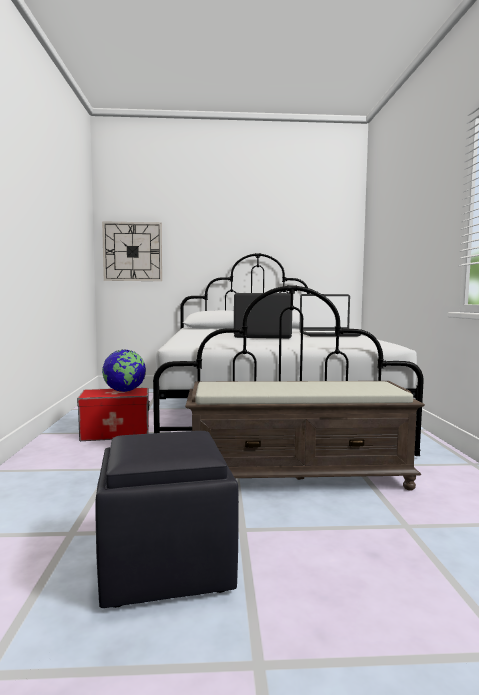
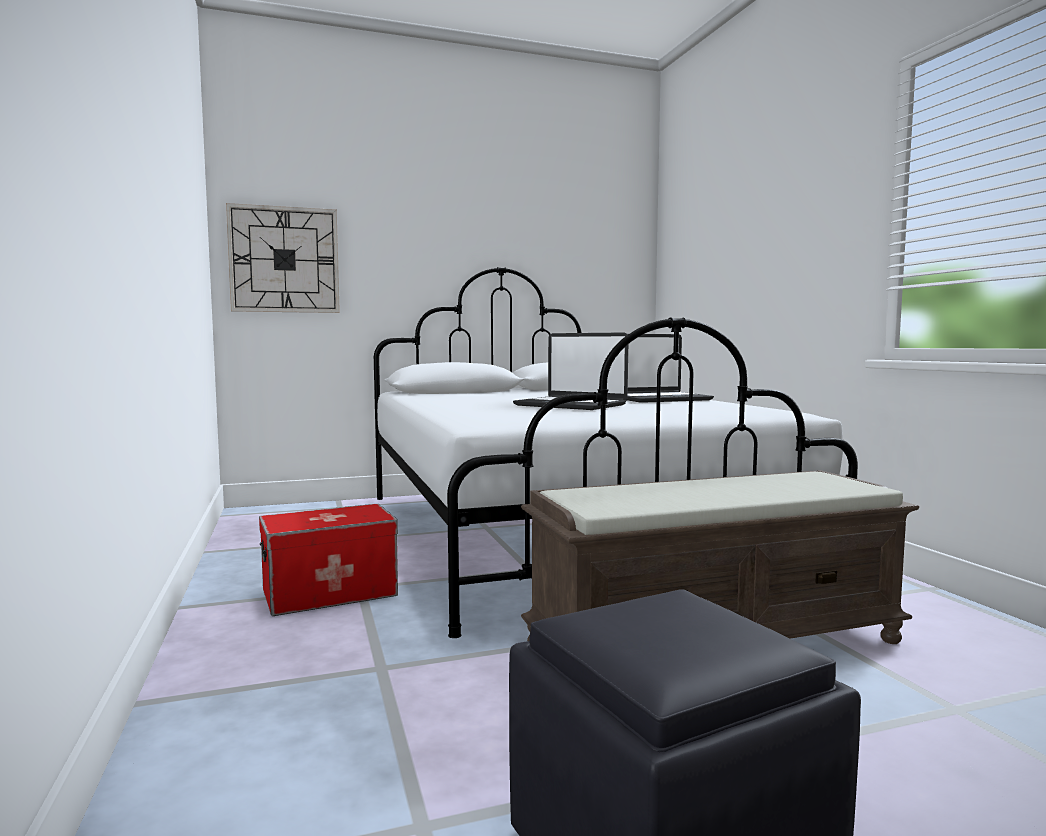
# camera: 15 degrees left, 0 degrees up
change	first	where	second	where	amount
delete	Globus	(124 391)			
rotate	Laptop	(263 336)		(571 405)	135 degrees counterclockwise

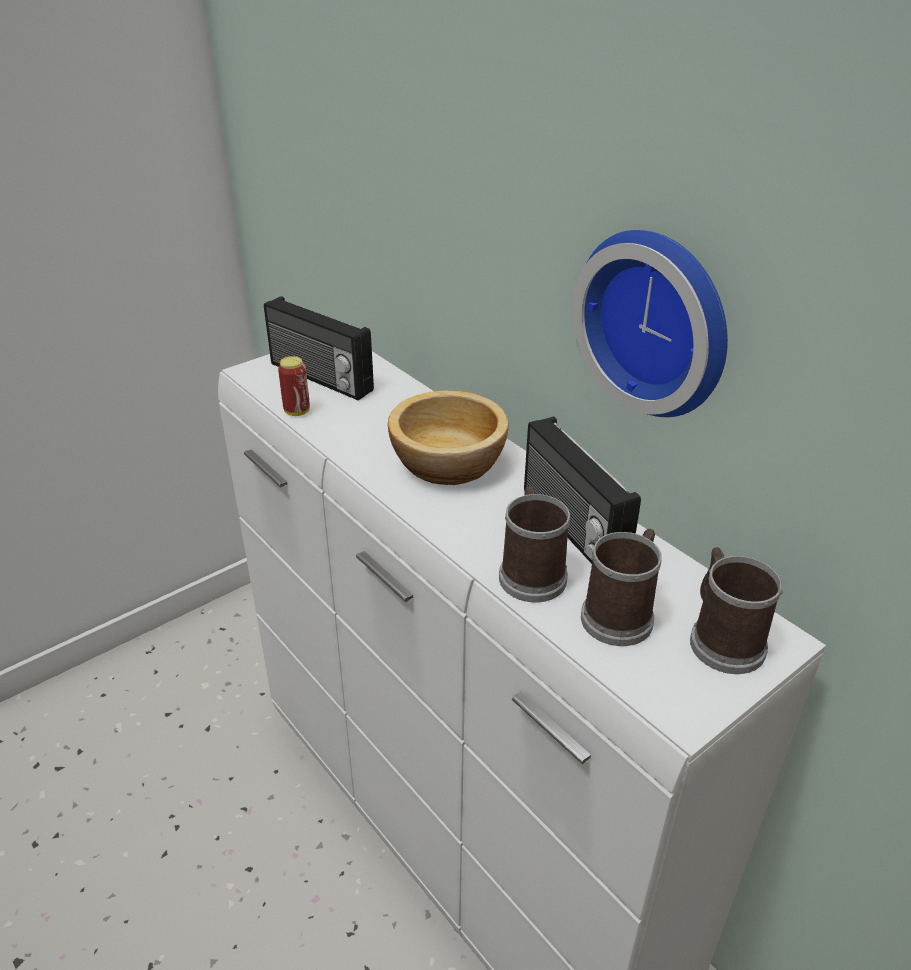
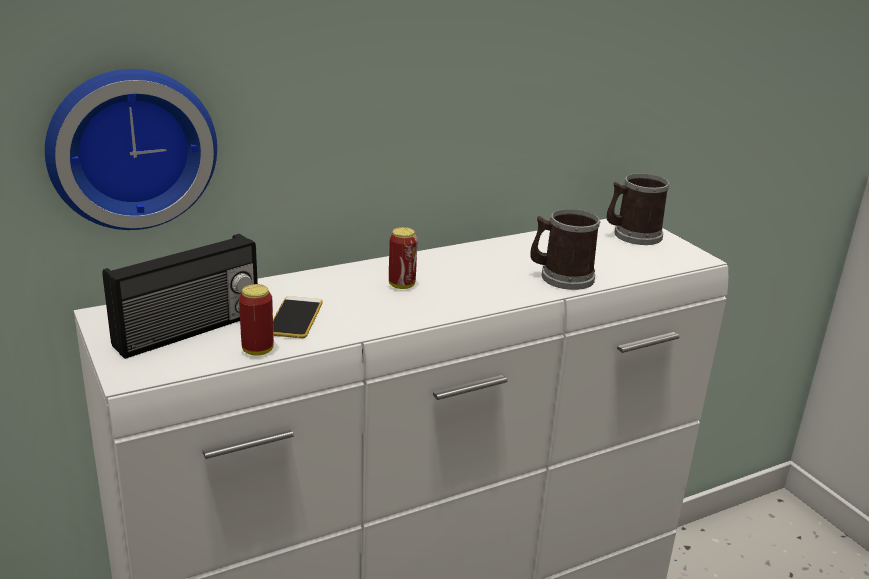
# camera: 80 degrees left, 10 degrees down
change	first	where	second	where	amount
replace	Schüssel	(450 463)	Dose	(401 285)	
delete	Radio	(571 528)			
move	Wanduhr	(658 321)		(131 147)	
delete	Henkelbecher	(621 614)			
insert			Handy	(295 318)	

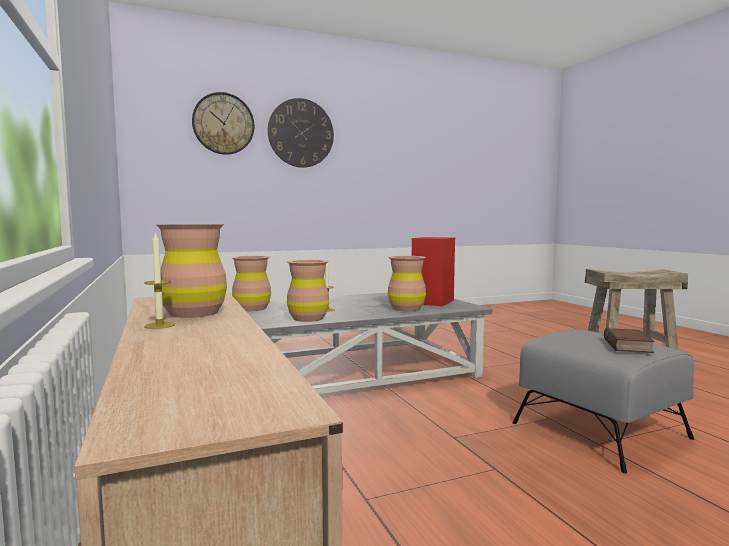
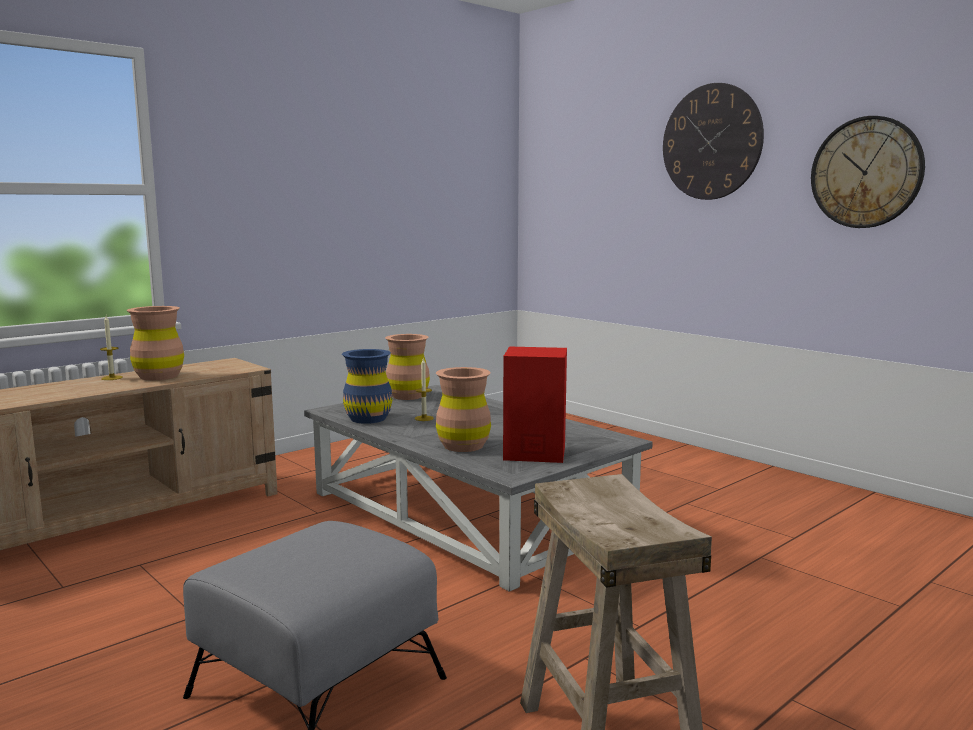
# camera: 70 degrees right, 5 degrees up
change	first	where	second	where	amount
move	Wanduhr	(223 124)		(866 172)	
recolor	Vase [braun]	(308 318)	Vase [blau]	(368 418)	
delete	Buch	(629 346)			

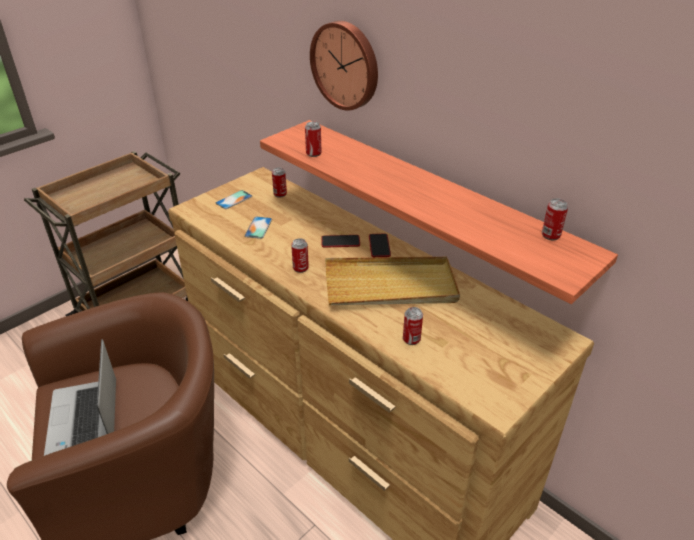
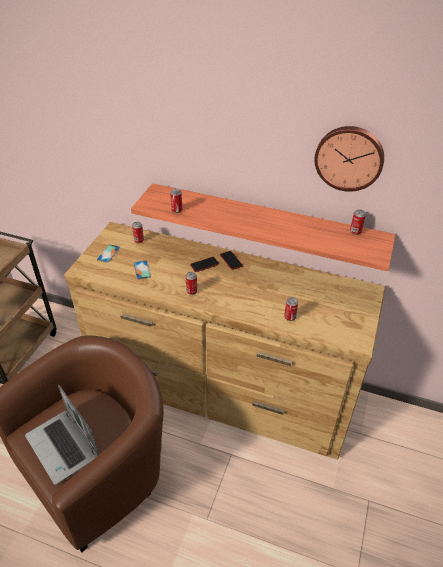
# camera: 25 degrees left, 5 degrees up
change	first	where	second	where	amount
move	Wanduhr	(346 65)		(349 157)	
delete	Tablett [beige]	(390 286)			

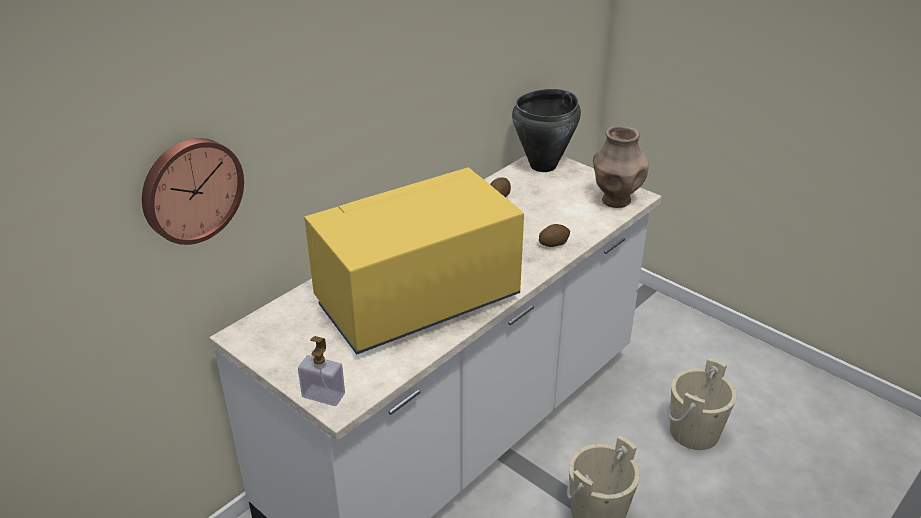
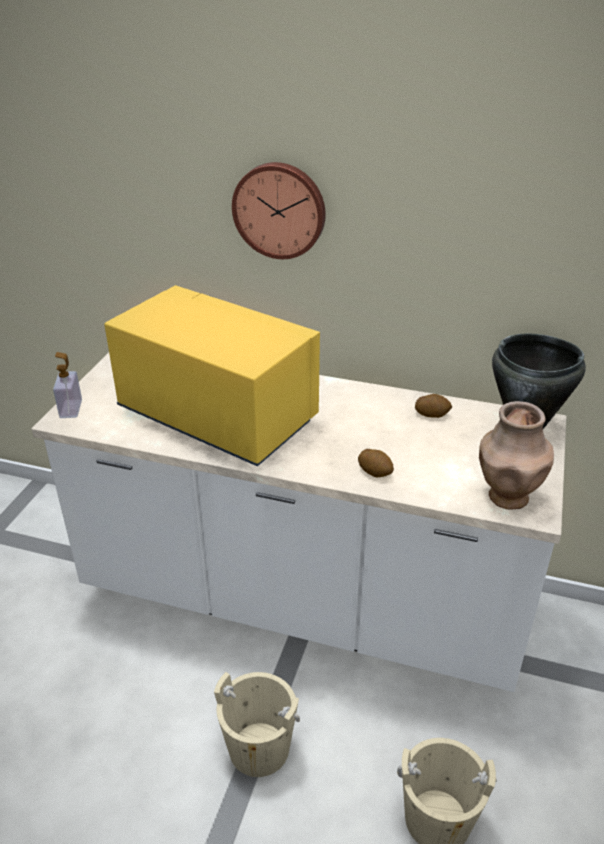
# camera: 65 degrees right, 0 degrees up
change	first	where	second	where	amount
move	Wanduhr	(190 189)		(280 210)	

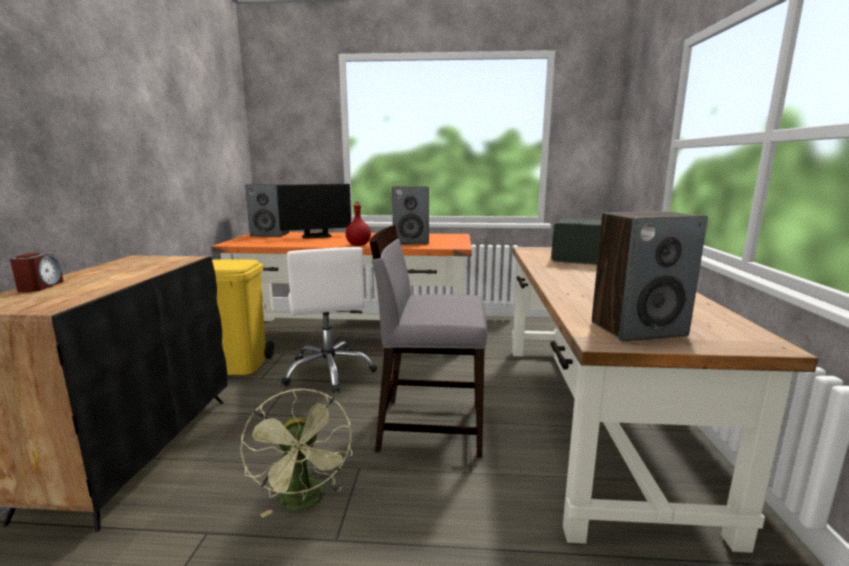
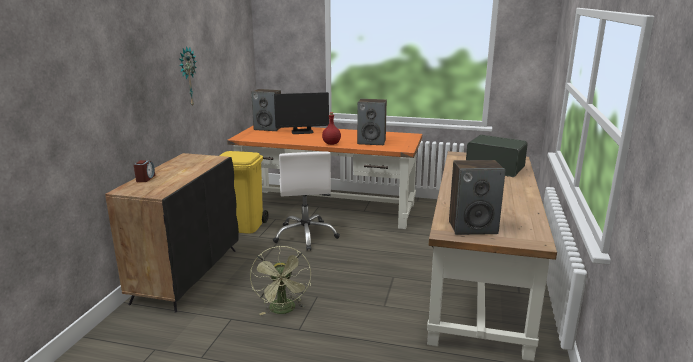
# camera: 10 degrees right, 5 degrees up
change	first	where	second	where	amount
delete	Stuhl [grau]	(430 425)			
insert			Wanduhr	(187 77)	

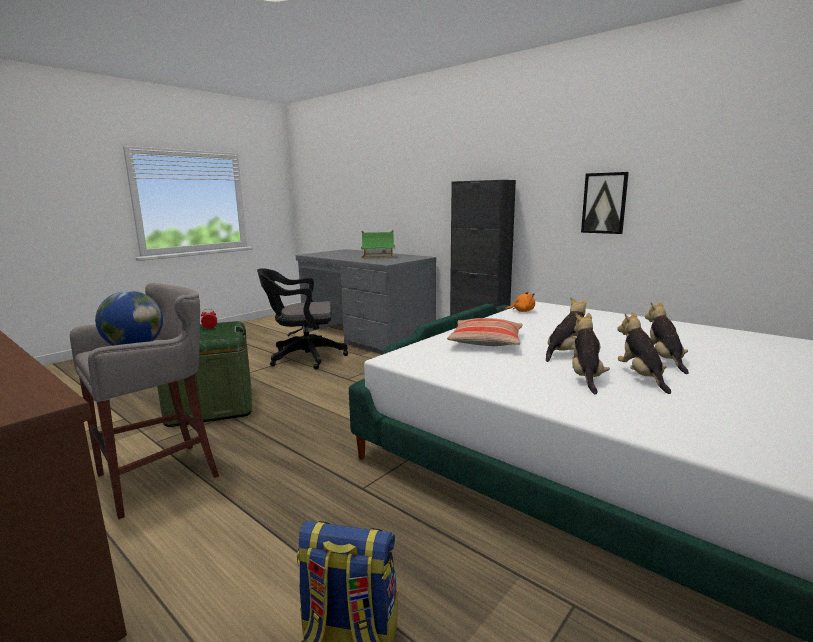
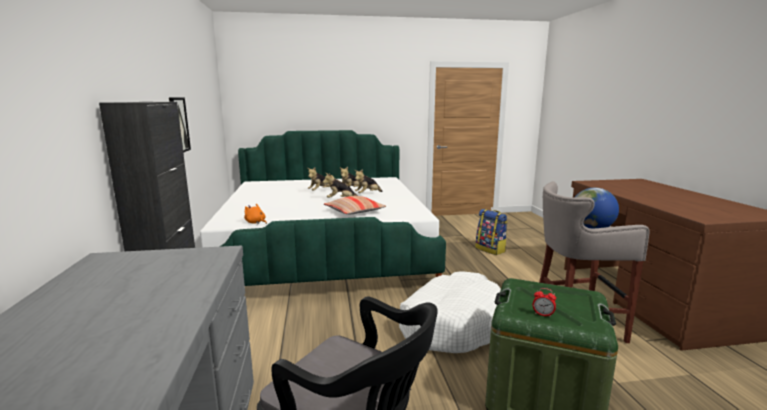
# camera: 140 degrees left, 0 degrees up
change	first	where	second	where	amount
delete	Spielzeughaus	(378 257)			
insert			Hundebett [weiß]	(451 324)	

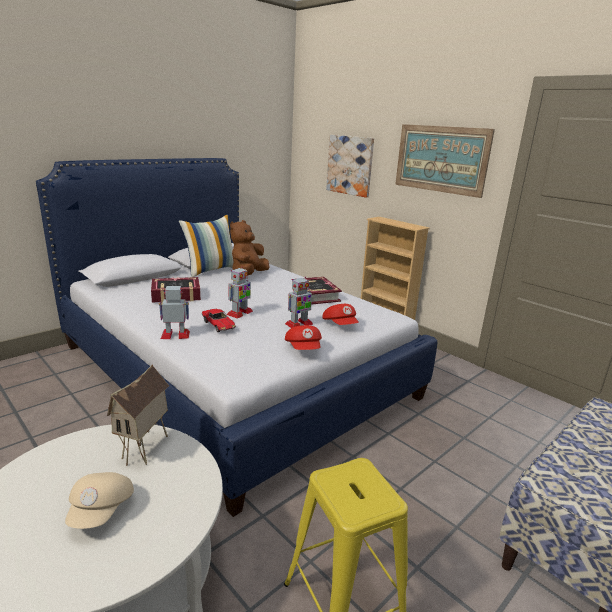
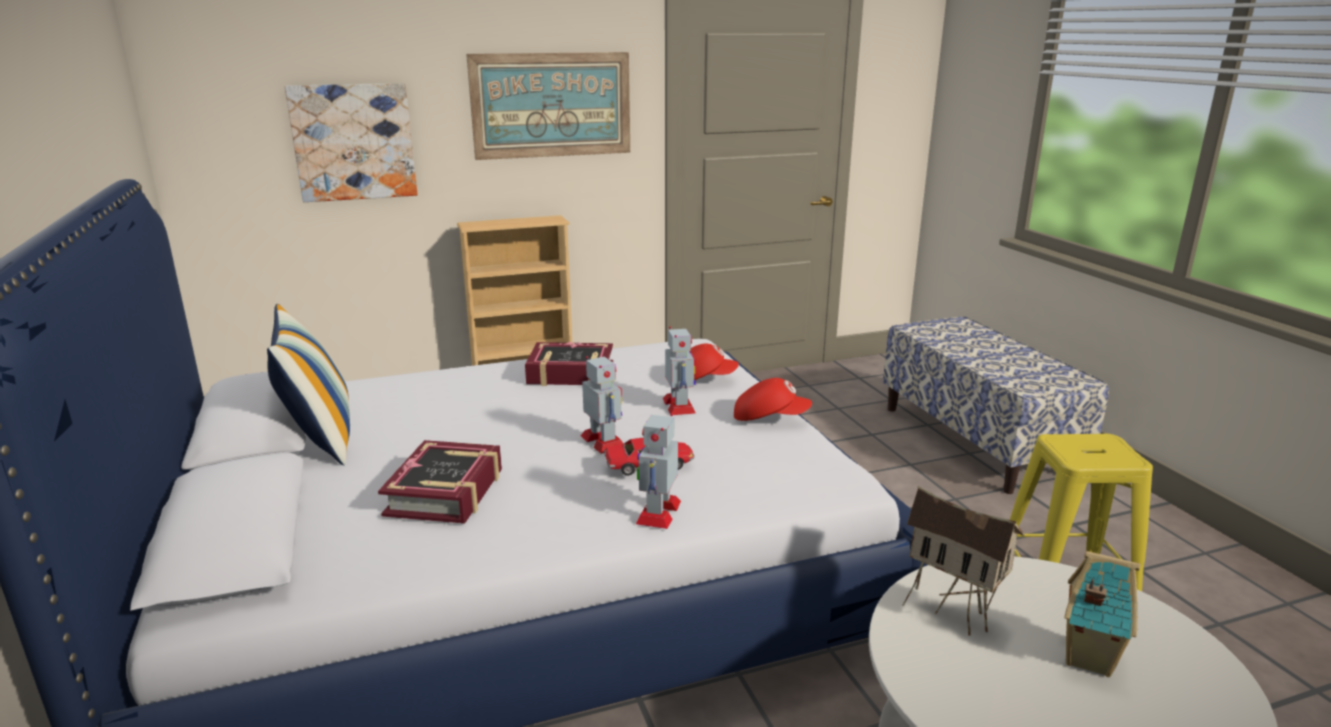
# camera: 65 degrees left, 0 degrees up
change	first	where	second	where	amount
replace	Kappe [beige]	(102 510)	Spielzeughaus	(1086 658)	
delete	Plüschtier [braun]	(248 274)			

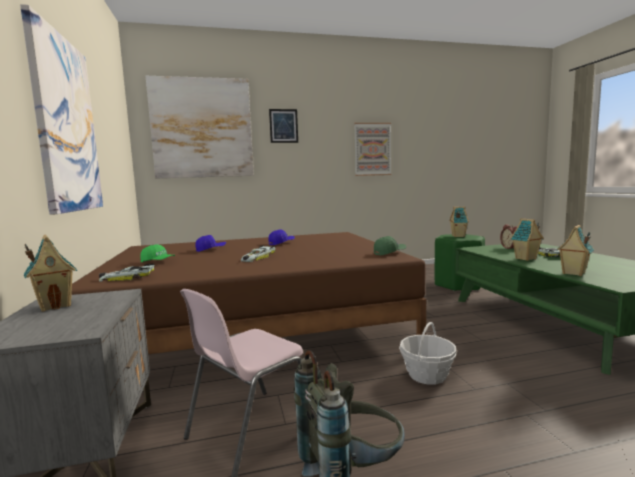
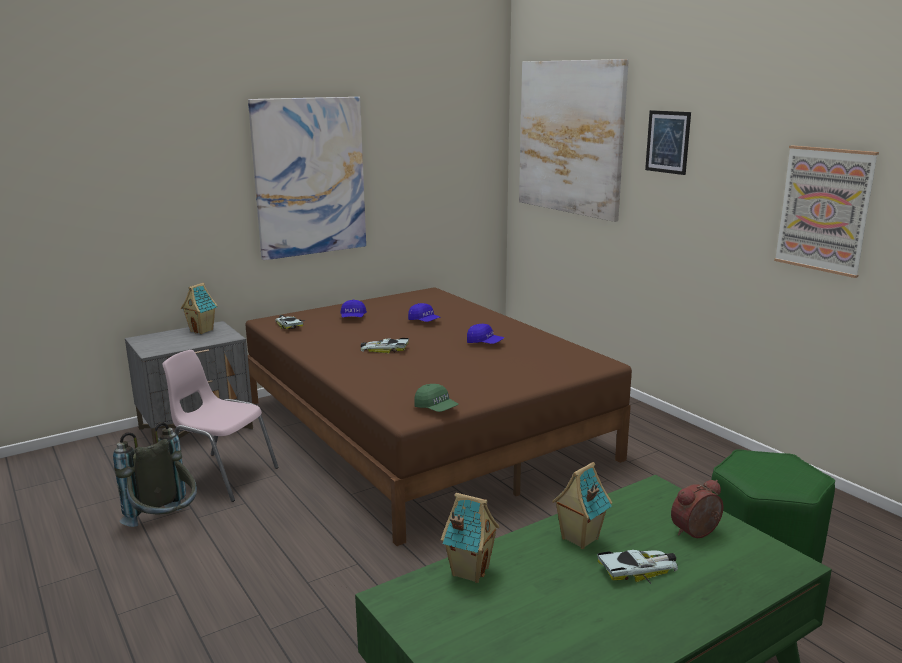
# camera: 70 degrees right, 10 degrees up
change	first	where	second	where	amount
recolor	Kappe [grün]	(158 261)	Kappe [blau]	(353 318)	
delete	Korb	(427 375)			
delete	Spielzeughaus	(458 236)			

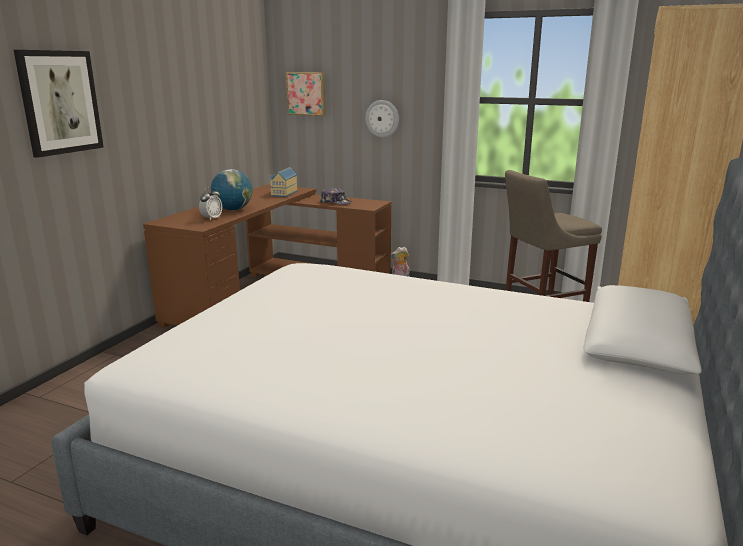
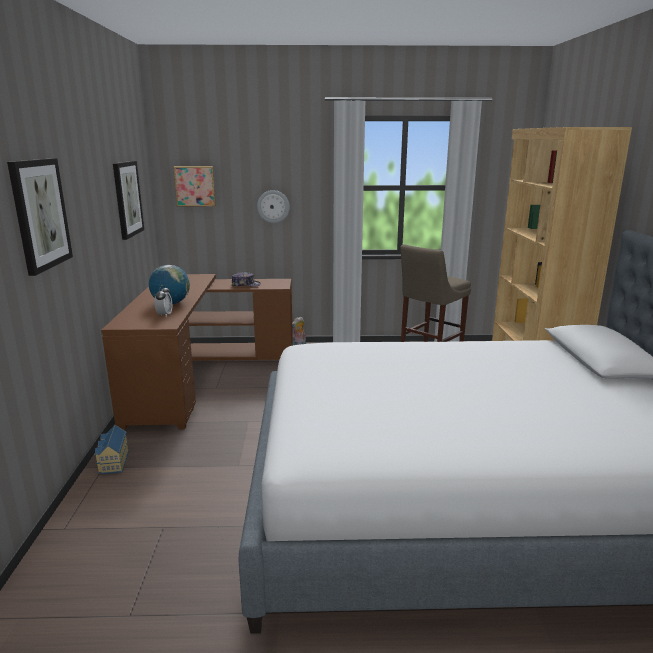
# camera: 25 degrees left, 0 degrees up
change	first	where	second	where	amount
move	Spielzeughaus	(283 193)		(112 462)	
insert			Bild	(127 199)	

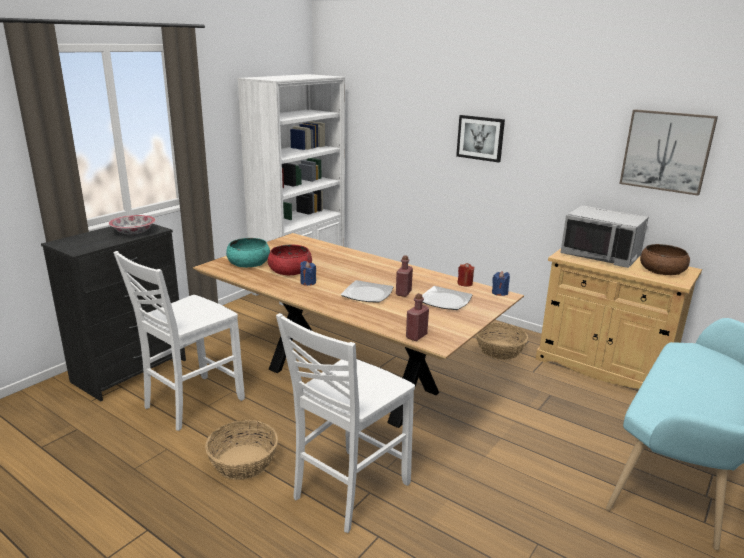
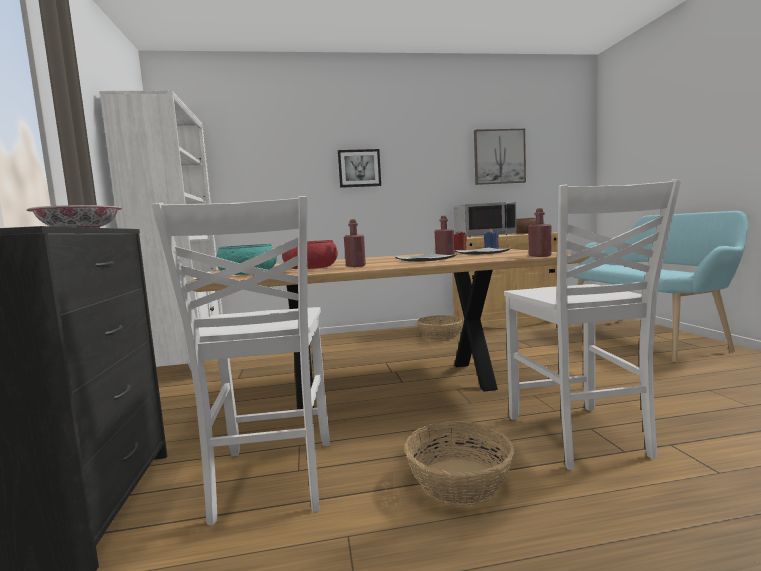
# camera: 45 degrees left, 15 degrees down
change	first	where	second	where	amount
replace	Kerze [blau]	(308 282)	Flasche [rot]	(355 266)	

